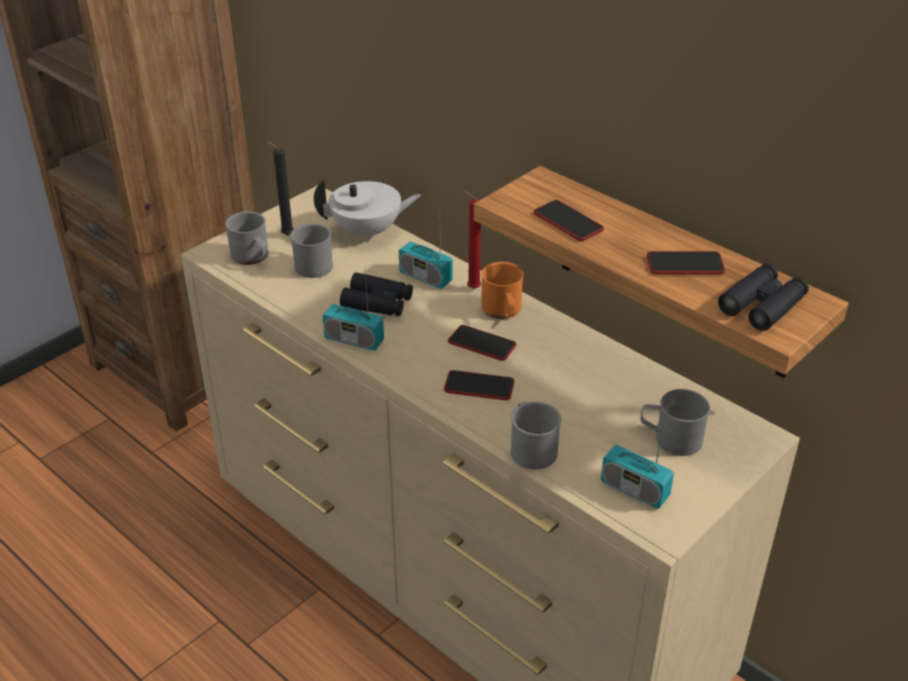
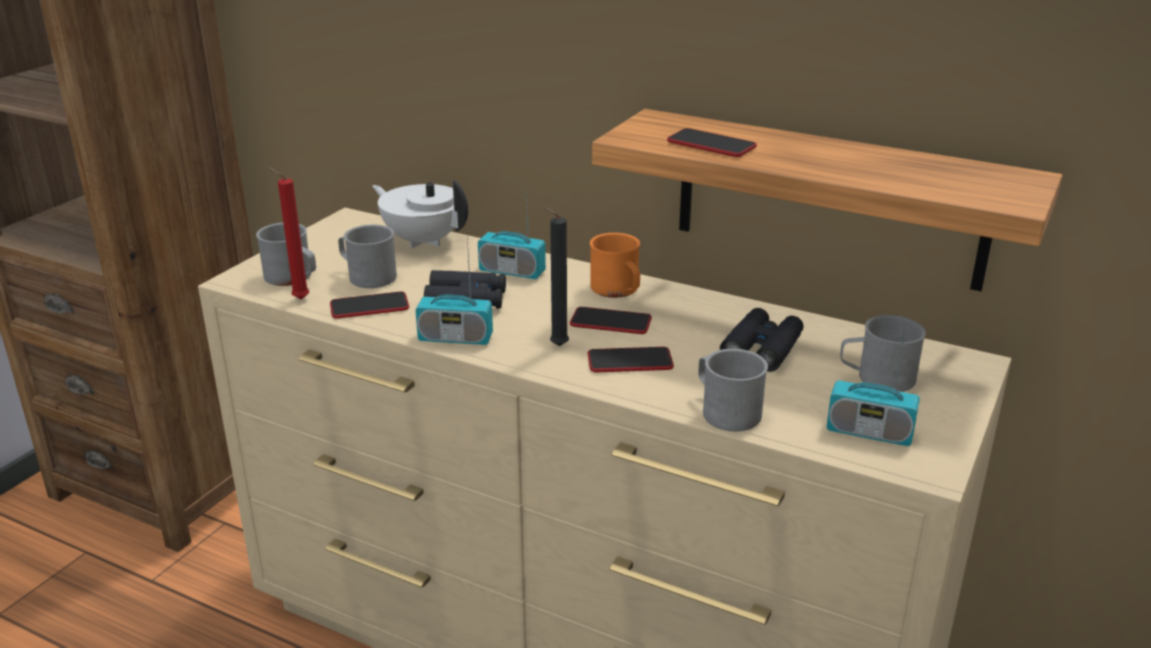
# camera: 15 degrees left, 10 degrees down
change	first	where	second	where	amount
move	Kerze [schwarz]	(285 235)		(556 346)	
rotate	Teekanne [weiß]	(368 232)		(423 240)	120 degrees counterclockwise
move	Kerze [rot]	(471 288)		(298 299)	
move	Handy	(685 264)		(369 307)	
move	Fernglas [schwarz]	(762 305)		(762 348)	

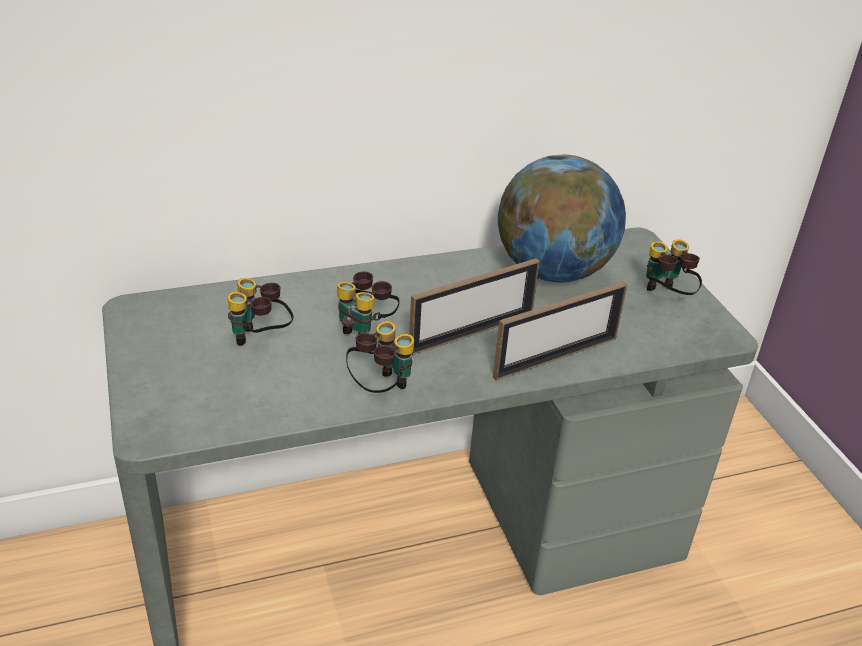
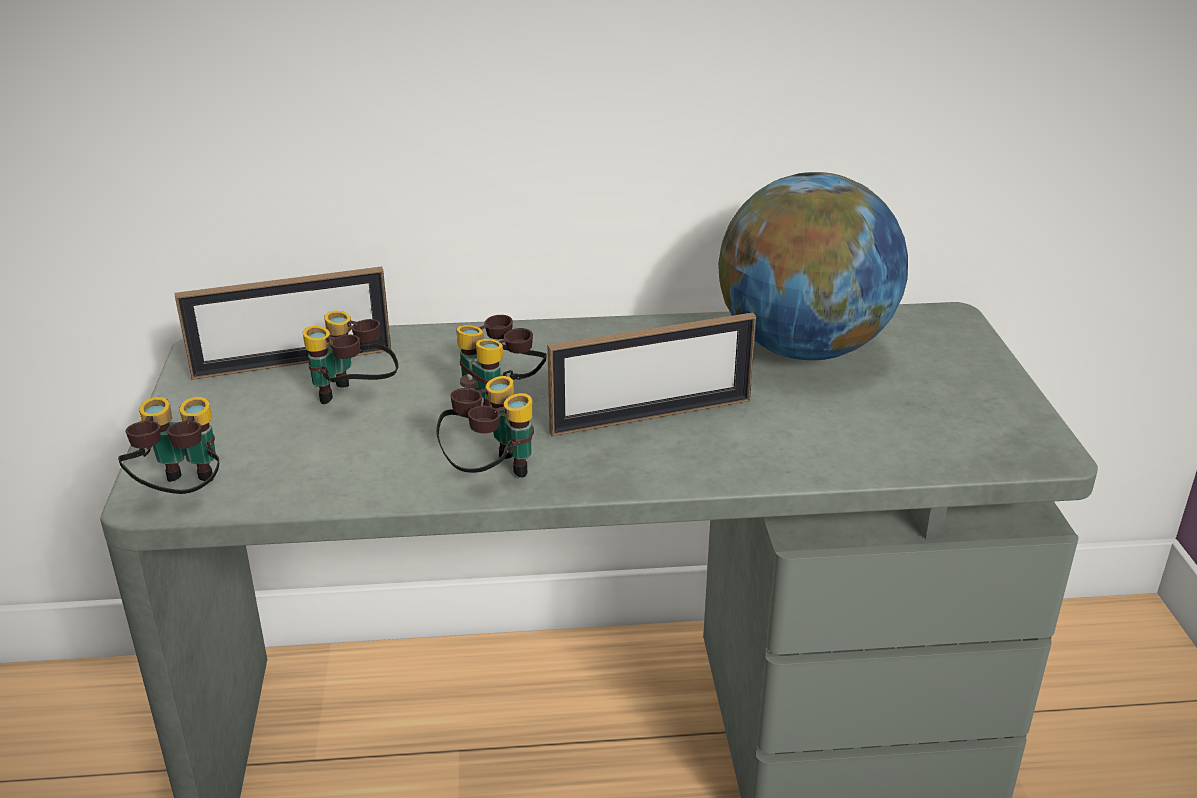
# camera: 15 degrees right, 5 degrees down
change	first	where	second	where	amount
move	Bilderrahmen	(556 357)		(293 363)	
move	Fernglas	(665 297)		(183 495)	

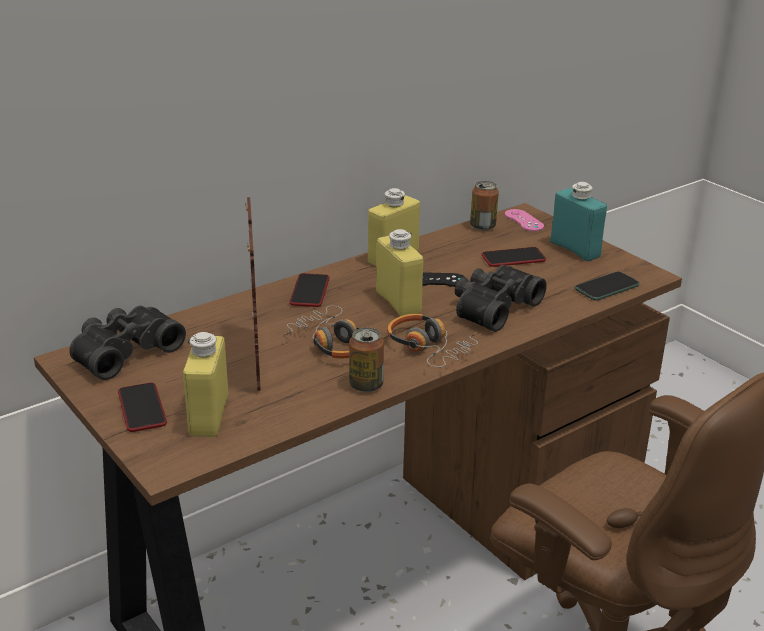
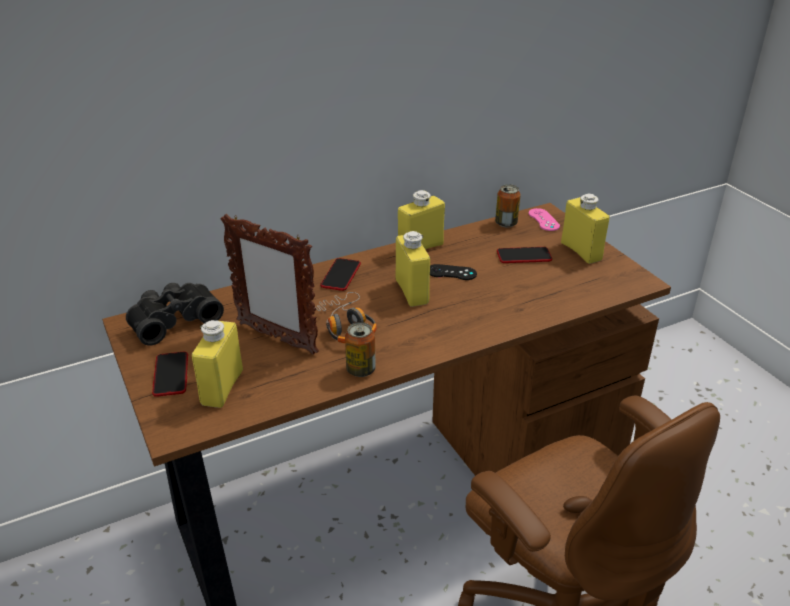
# camera: 10 degrees right, 5 degrees up
change	first	where	second	where	amount
rotate	Bilderrahmen	(256 361)		(276 338)	120 degrees clockwise
delete	Kopfhörer	(429 348)			
delete	Fernglas [schwarz]	(492 307)			
recolor	Flasche [türkis]	(575 249)	Flasche [gelb]	(581 251)	
delete	Handy	(606 287)			

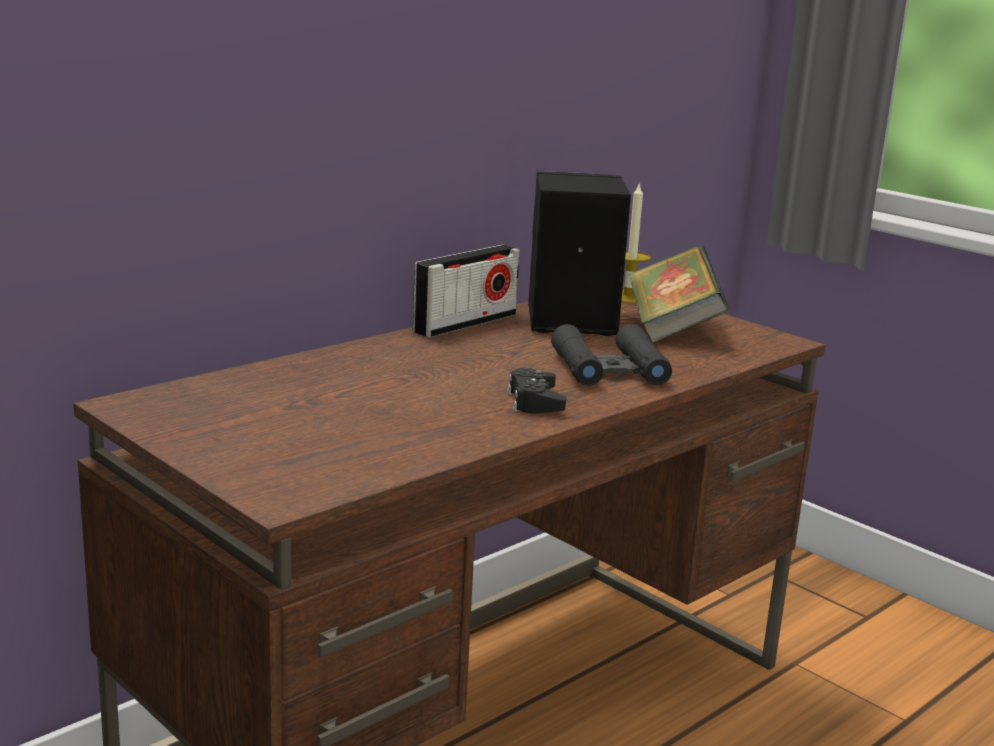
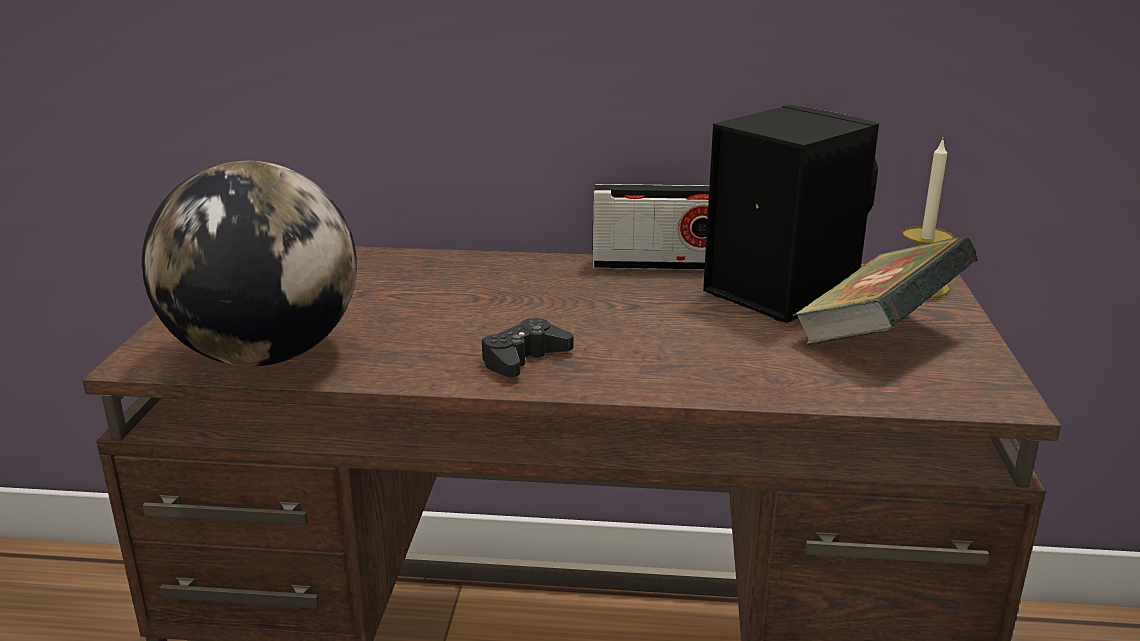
# camera: 50 degrees right, 5 degrees up
change	first	where	second	where	amount
delete	Fernglas [schwarz]	(609 369)			
insert			Globus	(265 355)	

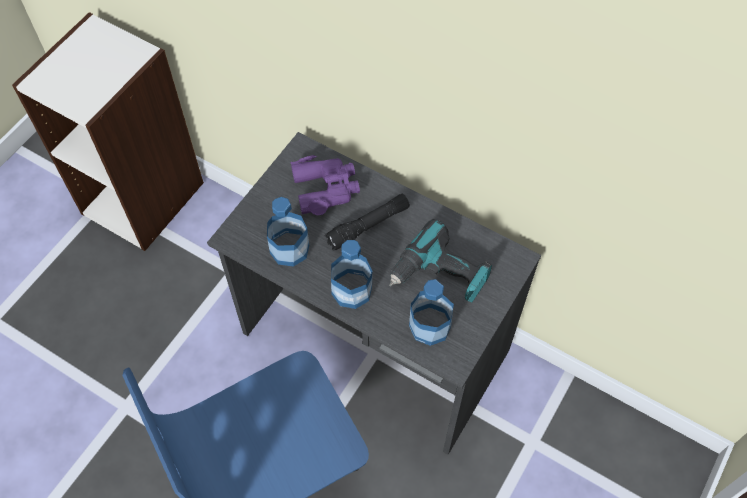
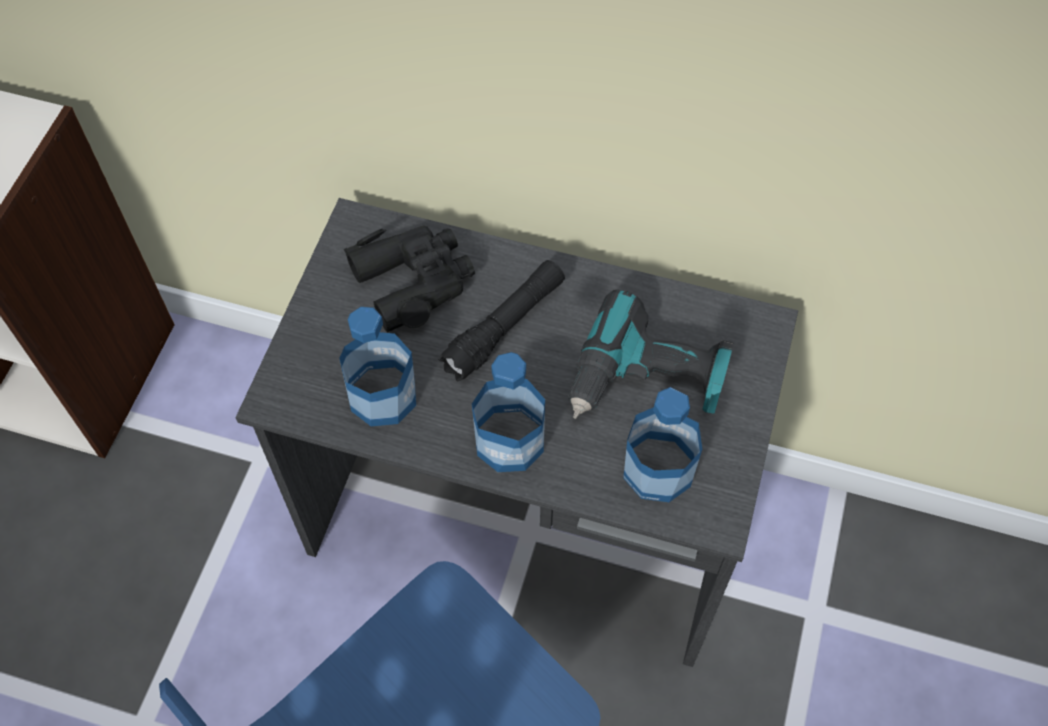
# camera: 15 degrees left, 0 degrees up
change	first	where	second	where	amount
recolor	Fernglas [lila]	(326 188)	Fernglas [schwarz]	(414 281)	

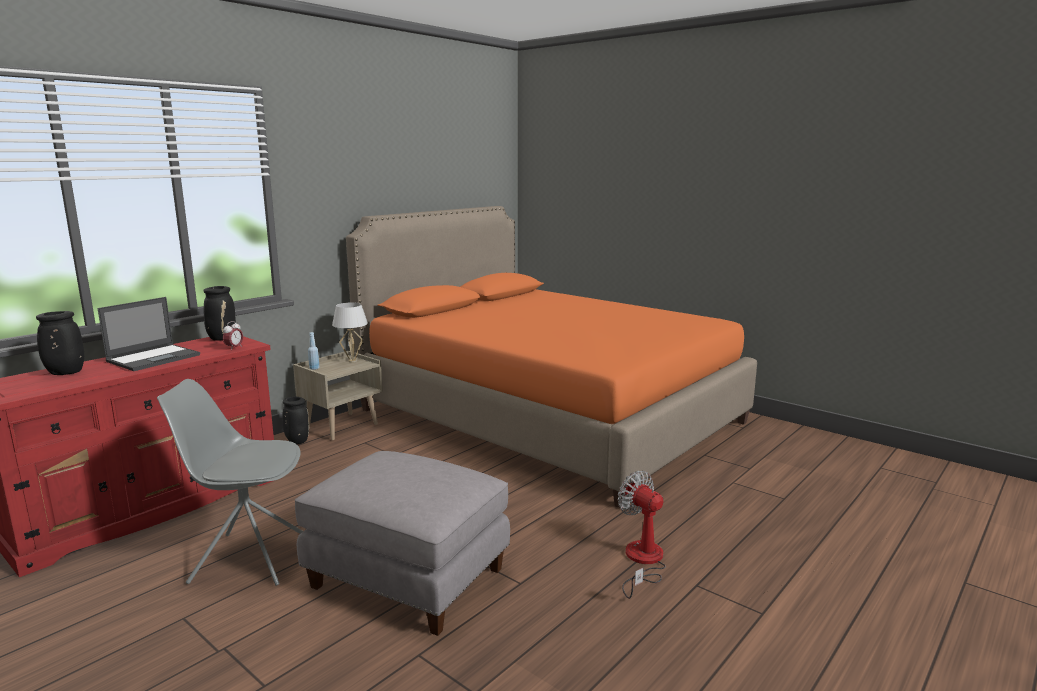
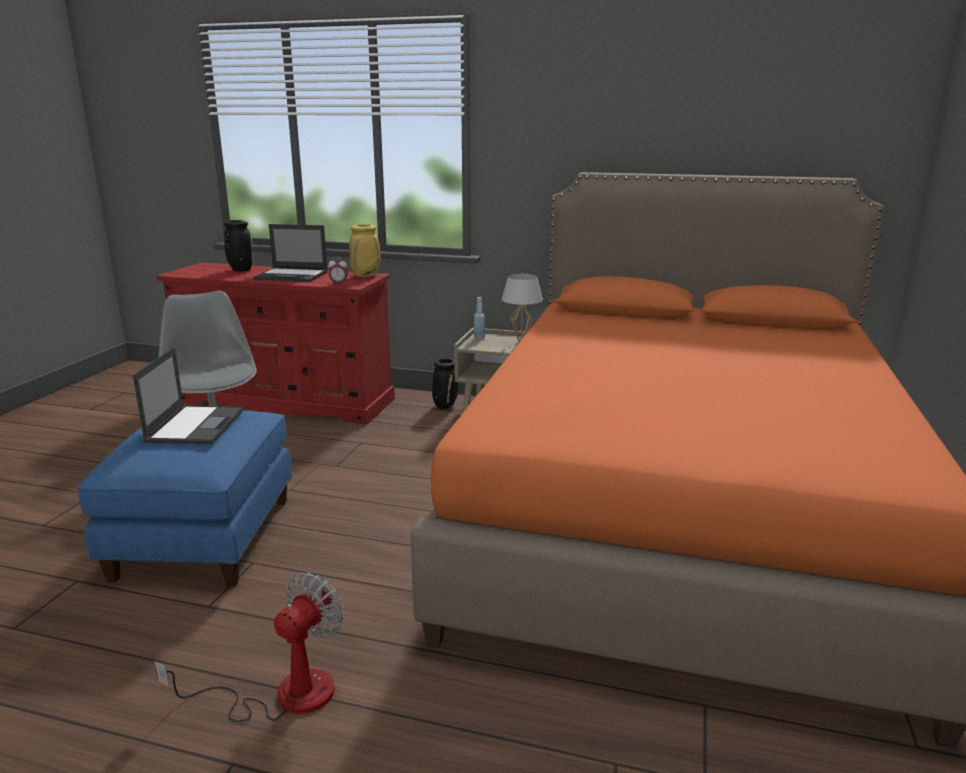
# camera: 65 degrees right, 5 degrees up
change	first	where	second	where	amount
recolor	Vase [schwarz]	(222 338)	Vase [gelb]	(366 275)	
recolor	Polsterhocker [grau]	(406 579)	Polsterhocker [blau]	(203 537)	
insert			Laptop	(196 425)	

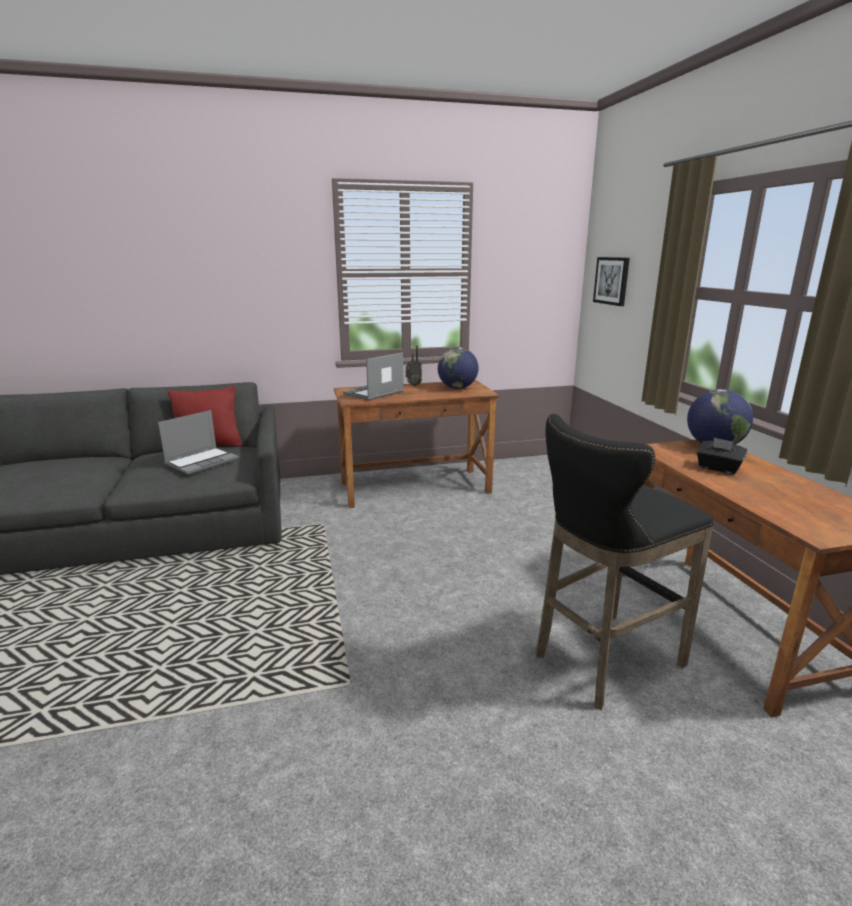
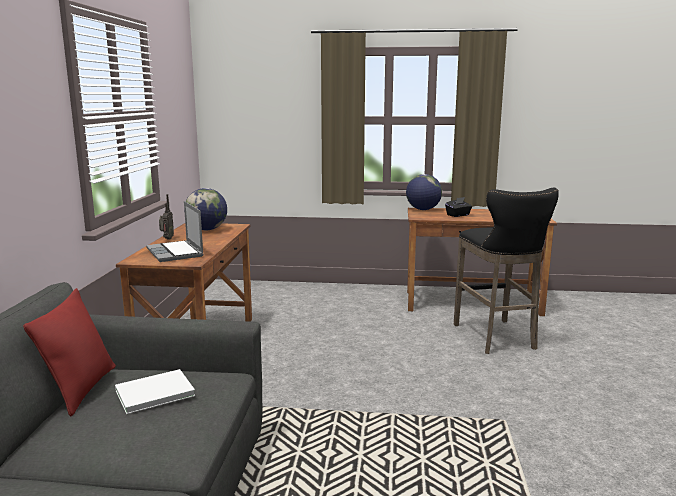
# camera: 70 degrees left, 5 degrees down
change	first	where	second	where	amount
replace	Laptop	(202 462)	Buch [weiß]	(152 392)	
delete	Bild	(612 281)			

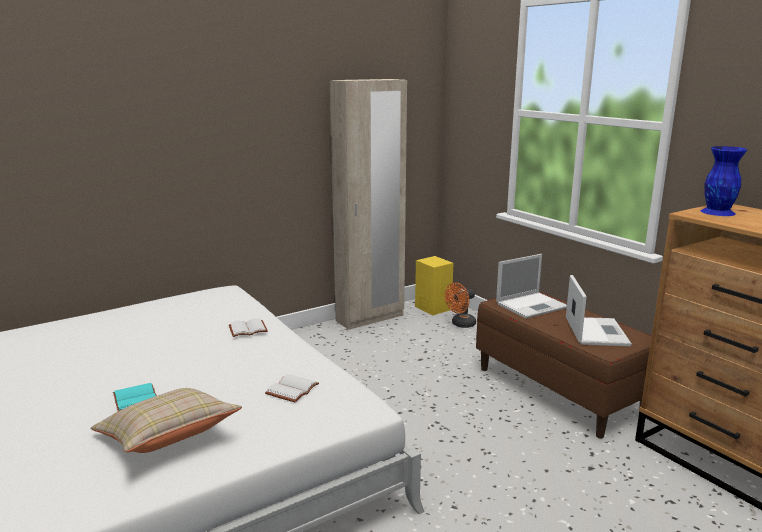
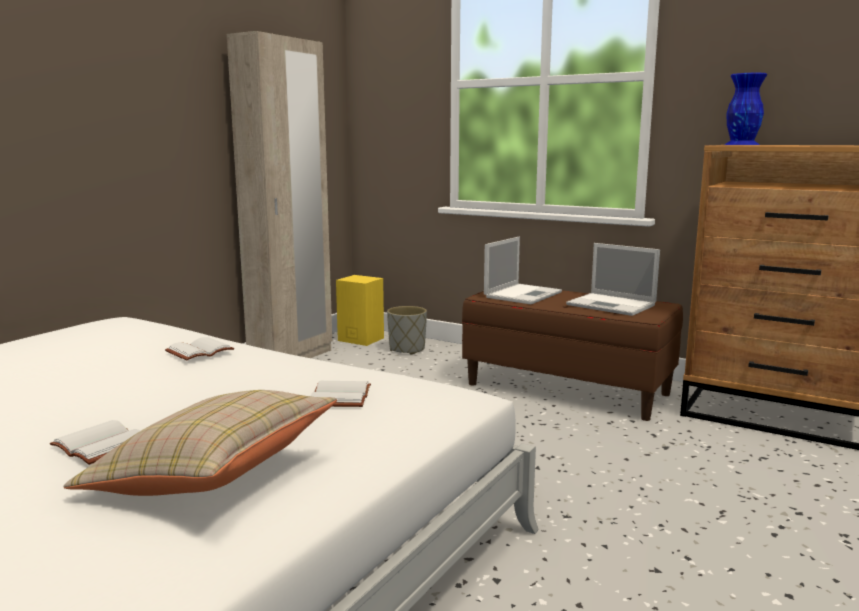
# camera: 25 degrees left, 5 degrees down
change	first	where	second	where	amount
recolor	Buch [türkis]	(137 399)	Buch [weiß]	(104 445)	
replace	Ventilator [orange]	(460 324)	Pflanzkübel [grau]	(407 349)	
rotate	Laptop	(595 331)		(612 305)	150 degrees clockwise

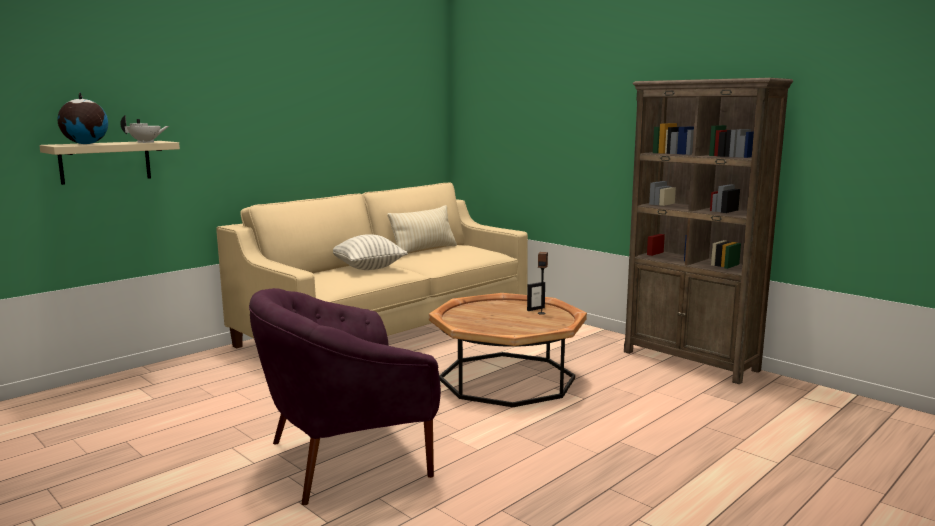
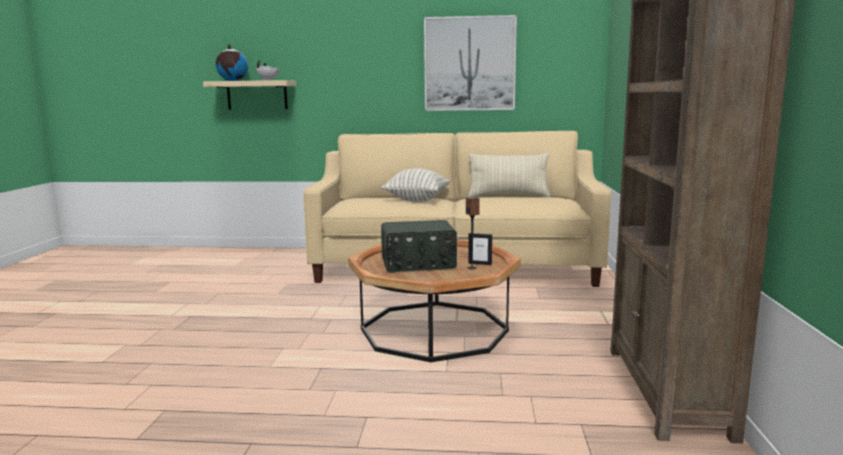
# camera: 50 degrees right, 0 degrees up
change	first	where	second	where	amount
delete	Sessel [lila]	(347 458)			
insert			Radio	(418 264)	
insert			Bild	(469 64)	

